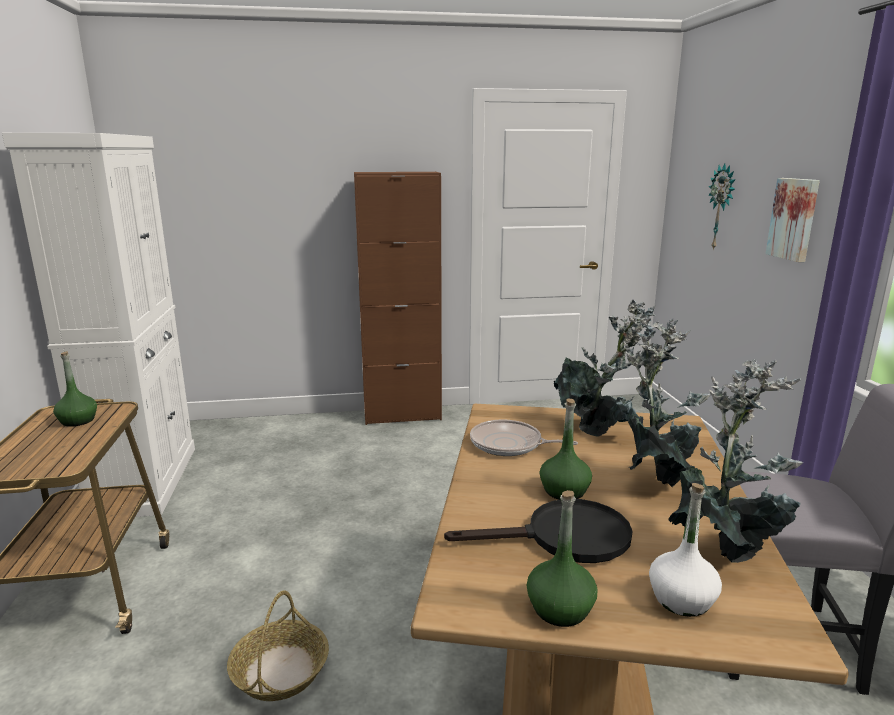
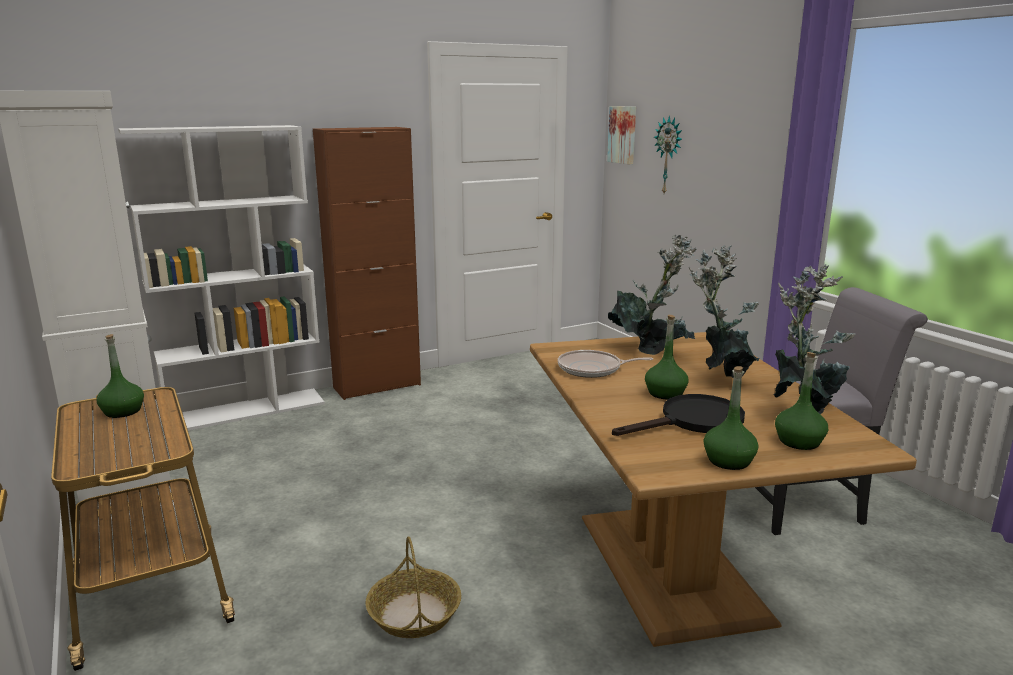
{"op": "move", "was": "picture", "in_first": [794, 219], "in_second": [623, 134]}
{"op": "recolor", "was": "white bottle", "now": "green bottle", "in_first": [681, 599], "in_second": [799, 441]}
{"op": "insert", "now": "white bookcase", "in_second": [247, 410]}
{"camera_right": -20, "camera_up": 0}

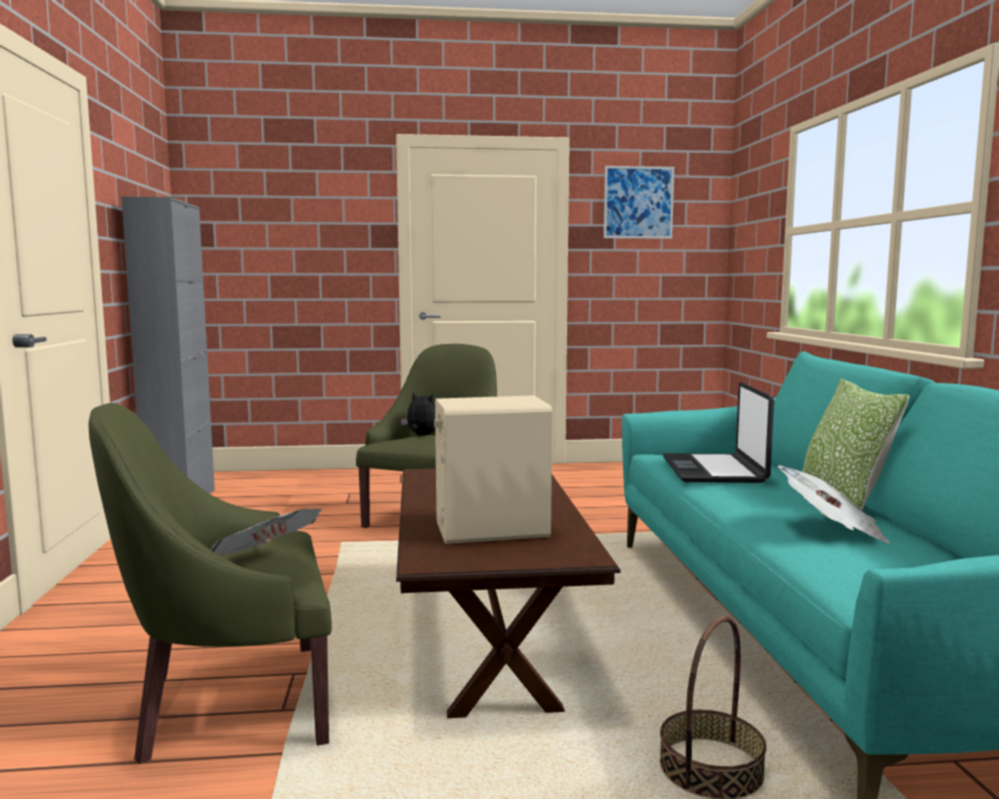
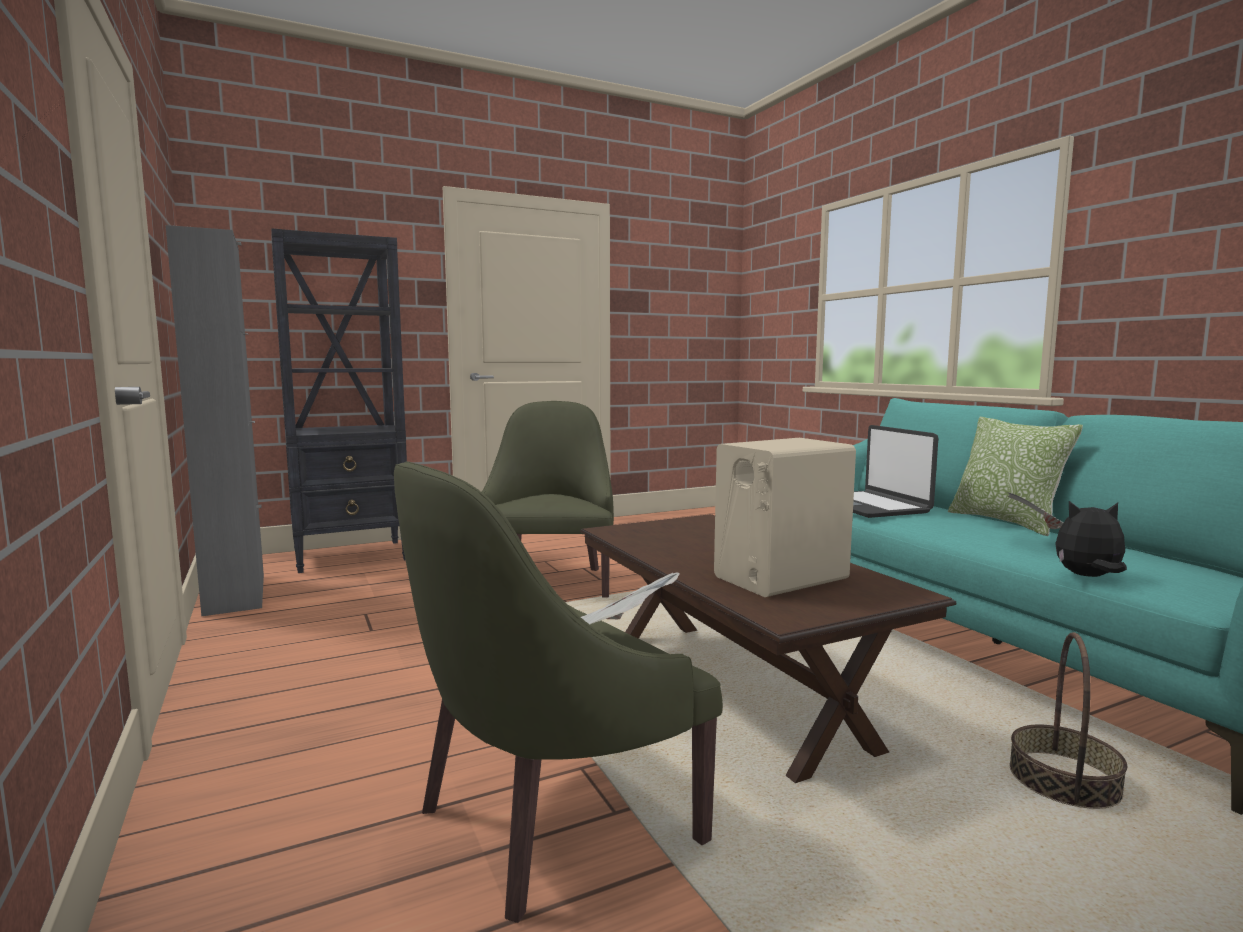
{"op": "delete", "was": "picture", "in_first": [638, 202]}
{"op": "move", "was": "plush toy", "in_first": [421, 435], "in_second": [1088, 577]}
{"op": "insert", "now": "black bookcase", "in_second": [352, 556]}
{"camera_right": -20, "camera_up": 0}

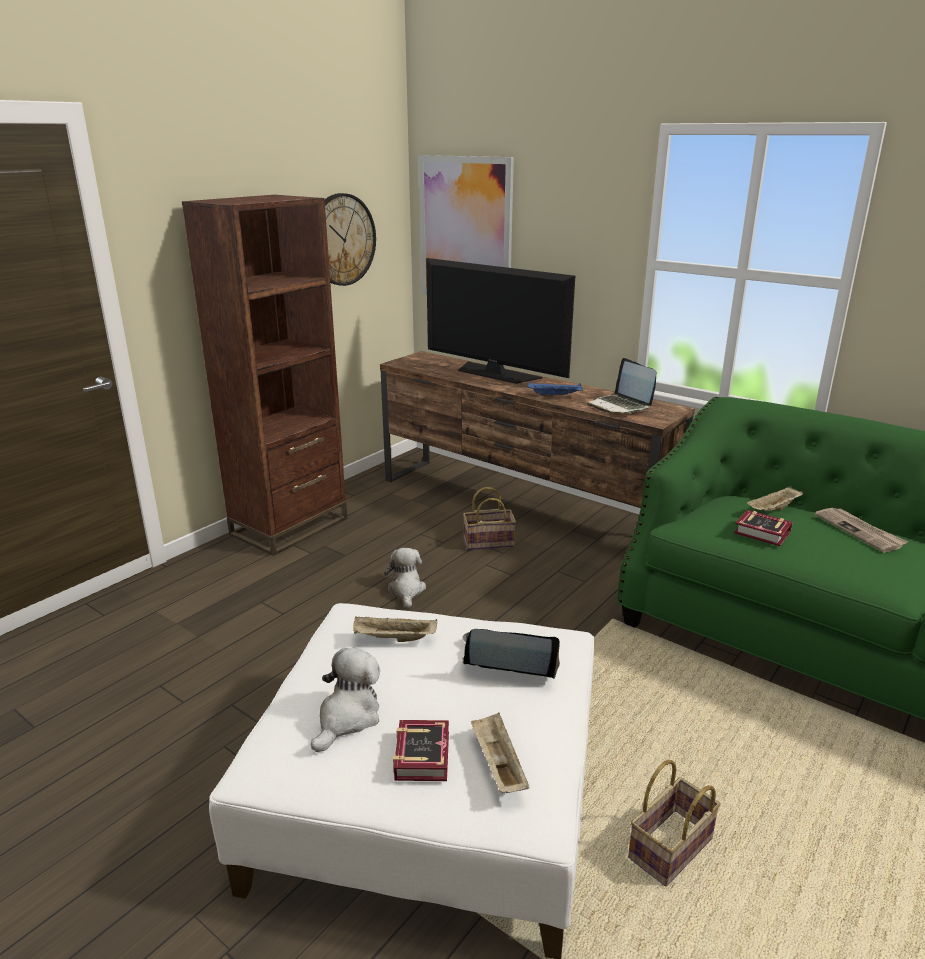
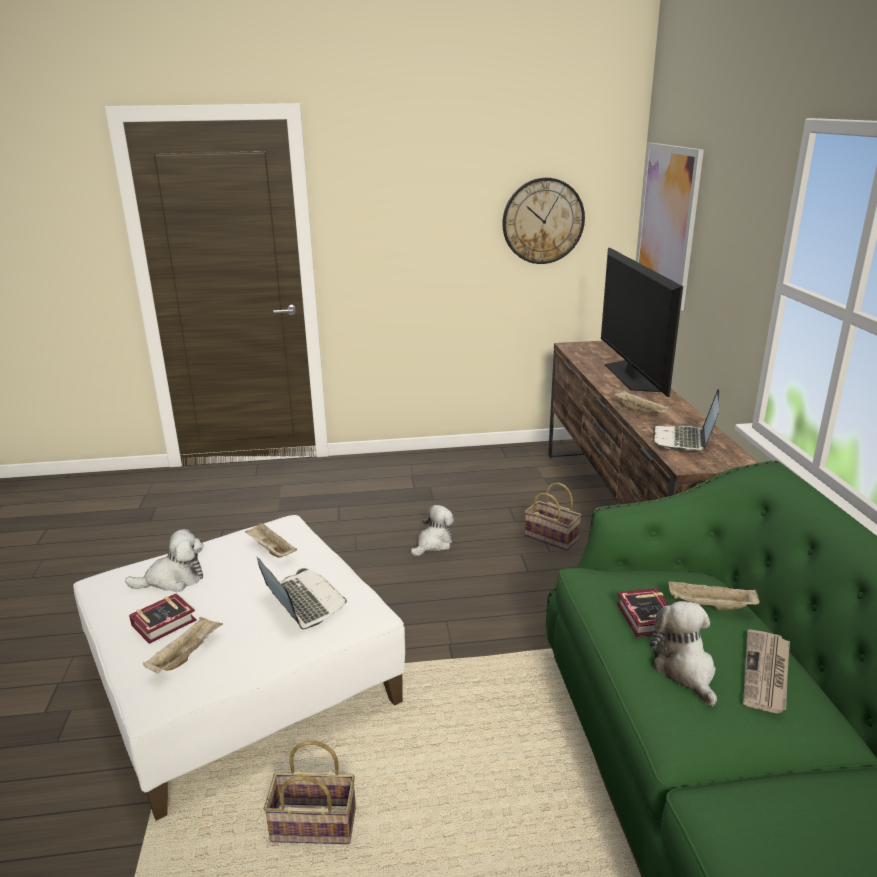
{"op": "delete", "was": "brown bookcase", "in_first": [290, 526]}
{"op": "recolor", "was": "blue tray", "now": "beige tray", "in_first": [555, 396], "in_second": [641, 412]}
{"op": "insert", "now": "plush toy", "in_second": [685, 669]}
{"camera_right": 45, "camera_up": 0}

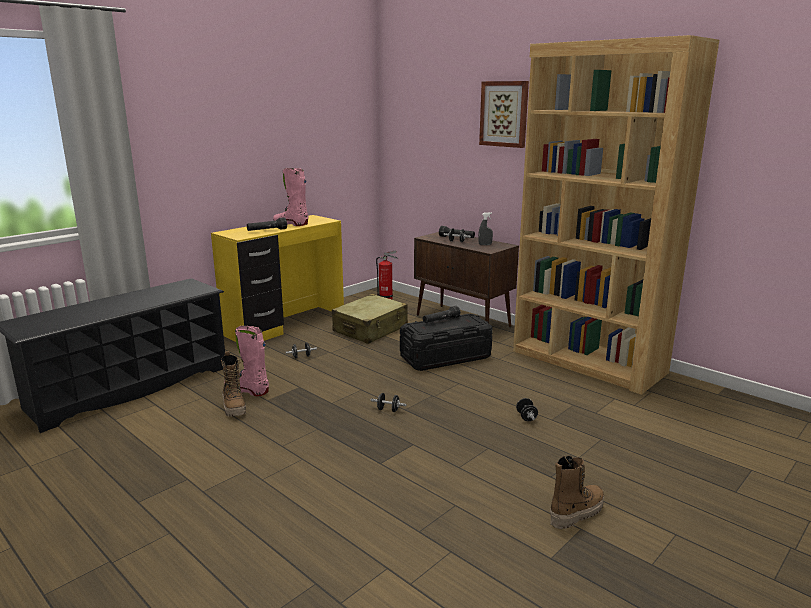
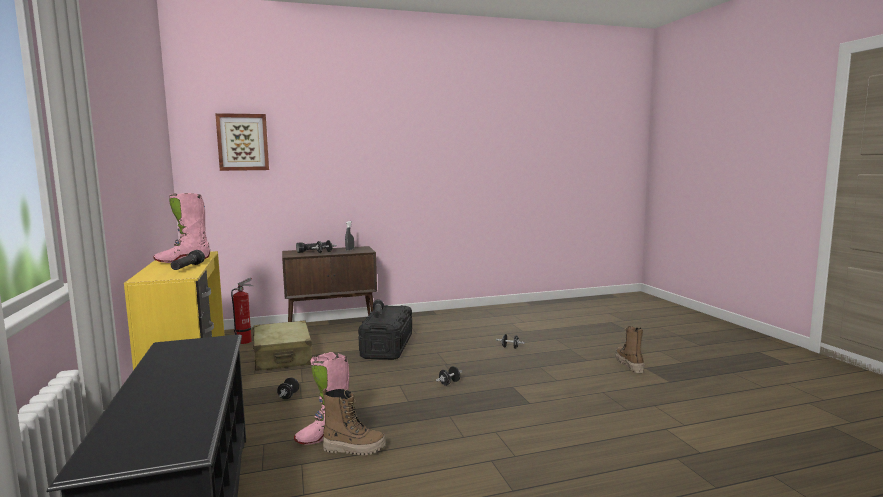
{"op": "delete", "was": "brown bookcase", "in_first": [587, 362]}
{"op": "move", "was": "picture", "in_first": [504, 114], "in_second": [243, 142]}
{"camera_right": -60, "camera_up": -10}

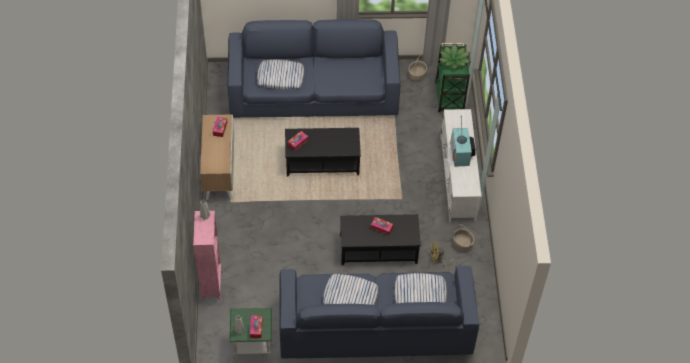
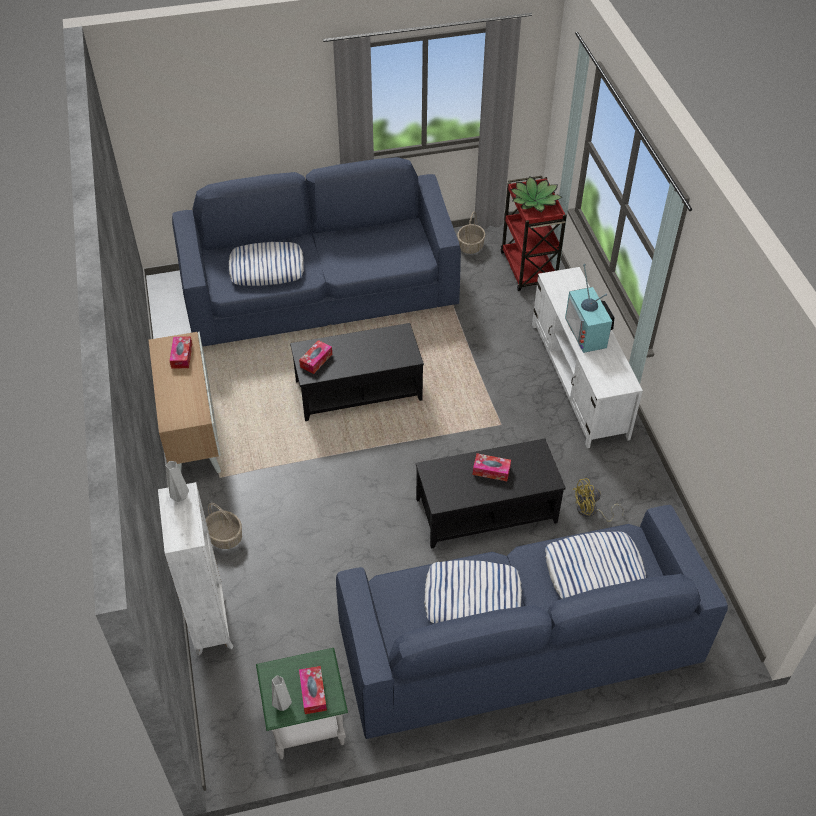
{"op": "recolor", "was": "green cart", "now": "red cart", "in_first": [449, 98], "in_second": [528, 270]}
{"op": "recolor", "was": "pink bookcase", "now": "white bookcase", "in_first": [212, 284], "in_second": [211, 624]}
{"op": "move", "was": "basket", "in_first": [462, 244], "in_second": [225, 537]}
{"camera_right": -10, "camera_up": -5}

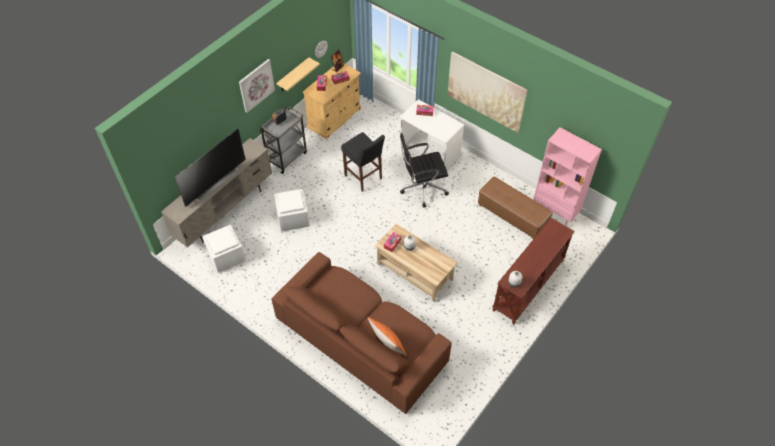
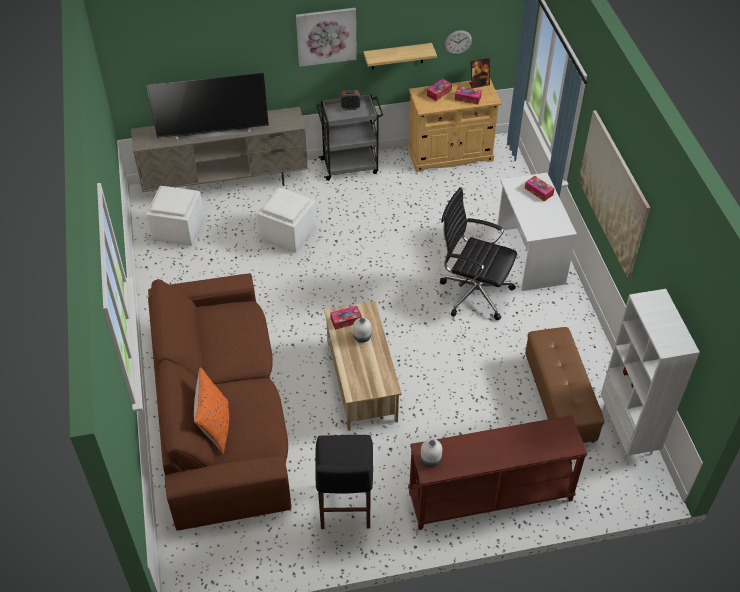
{"op": "recolor", "was": "pink bookcase", "now": "white bookcase", "in_first": [555, 211], "in_second": [627, 432]}
{"op": "move", "was": "black stool", "in_first": [364, 178], "in_second": [345, 509]}
{"camera_right": 40, "camera_up": -5}

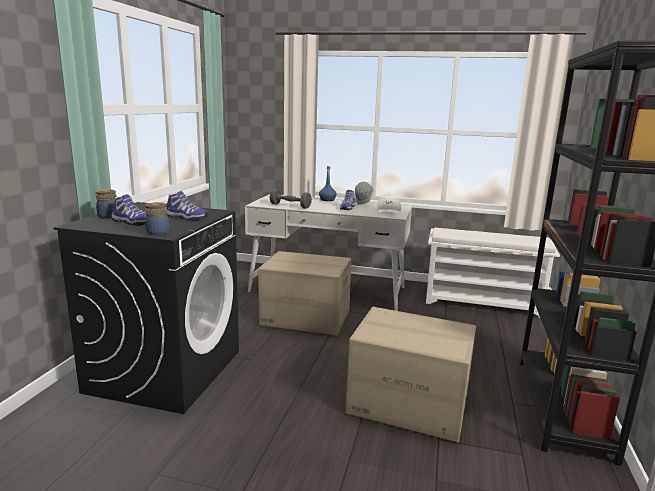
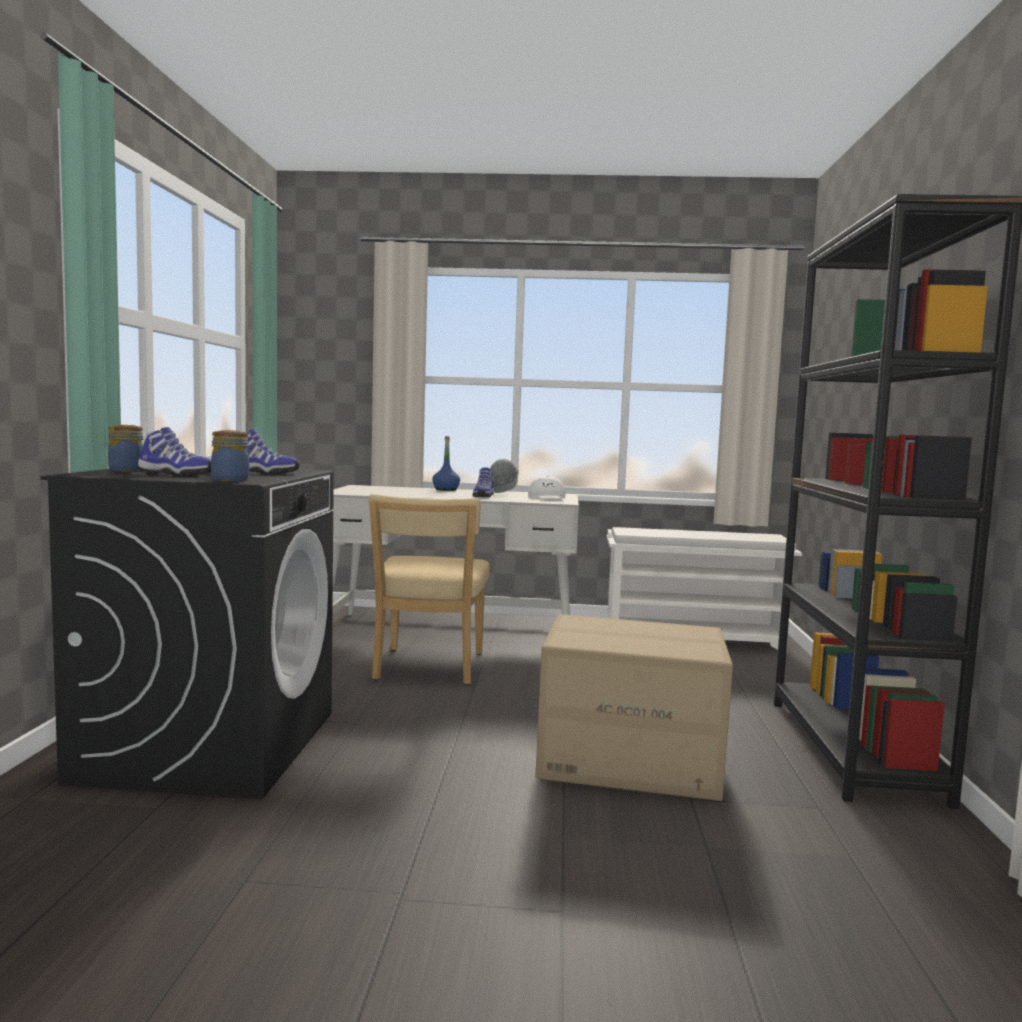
{"op": "delete", "was": "grey dumbbell", "in_first": [290, 206]}
{"op": "replace", "was": "cardboard box", "now": "beige chair", "in_first": [305, 318], "in_second": [427, 668]}
{"camera_right": -10, "camera_up": -10}

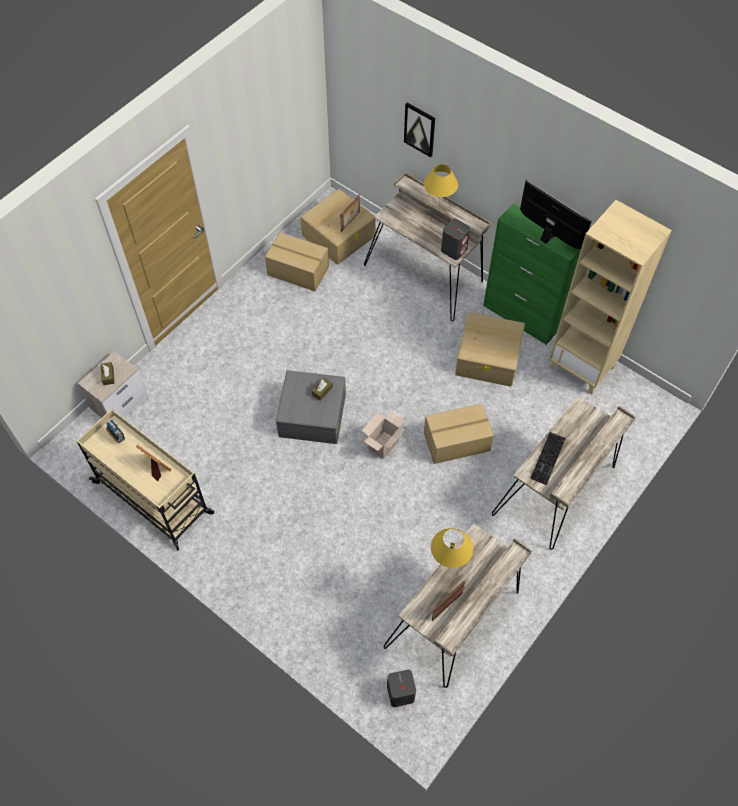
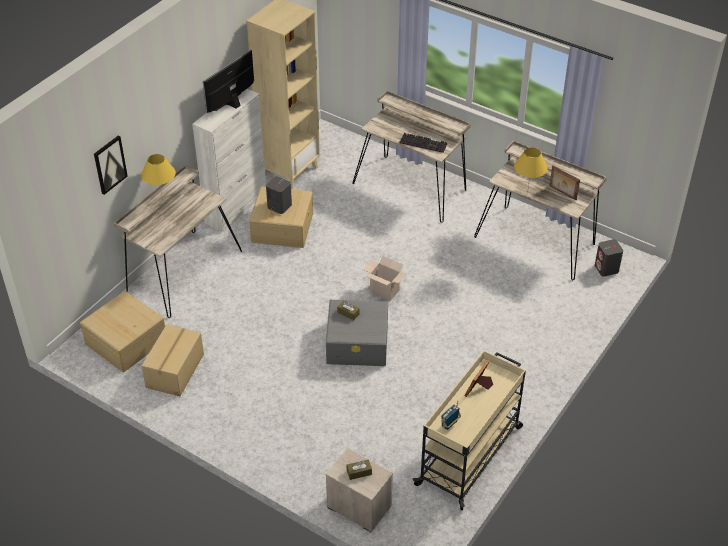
{"op": "delete", "was": "picture frame", "in_first": [350, 222]}
{"op": "recolor", "was": "green cabinet", "now": "white cabinet", "in_first": [521, 317], "in_second": [236, 207]}
{"op": "move", "was": "grey speaker", "in_first": [454, 249], "in_second": [279, 206]}
{"op": "delete", "was": "cardboard box", "in_first": [457, 442]}
{"camera_right": -95, "camera_up": -15}

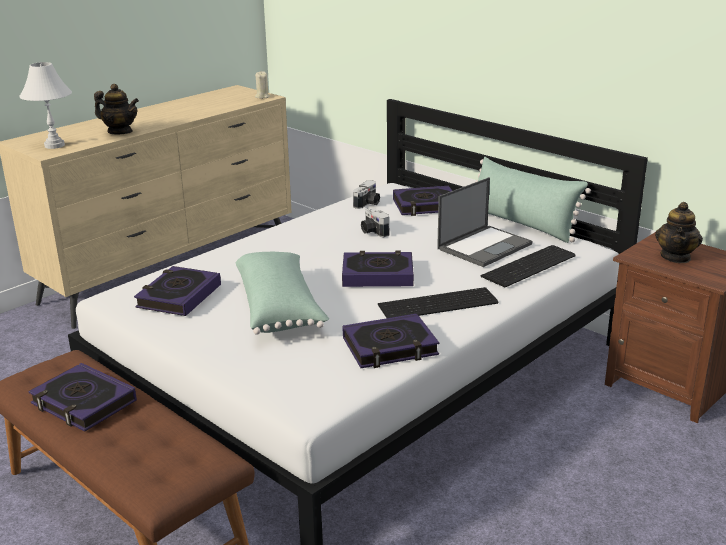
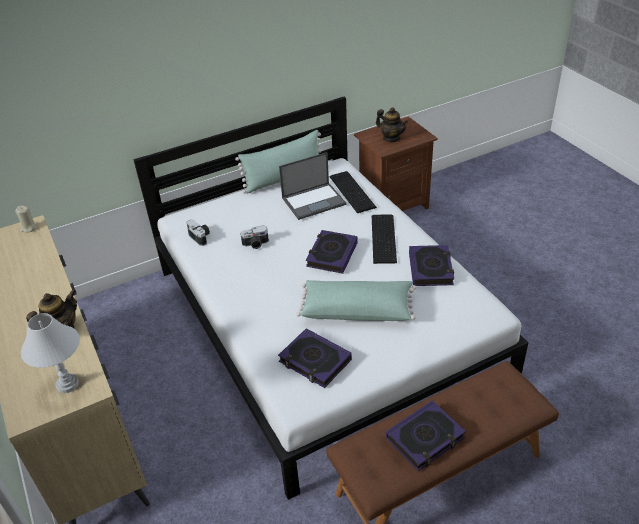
{"op": "rotate", "was": "laptop", "in_first": [485, 246], "in_second": [314, 201], "clockwise": 90}
{"op": "delete", "was": "book", "in_first": [425, 206]}
{"camera_right": -70, "camera_up": 15}

